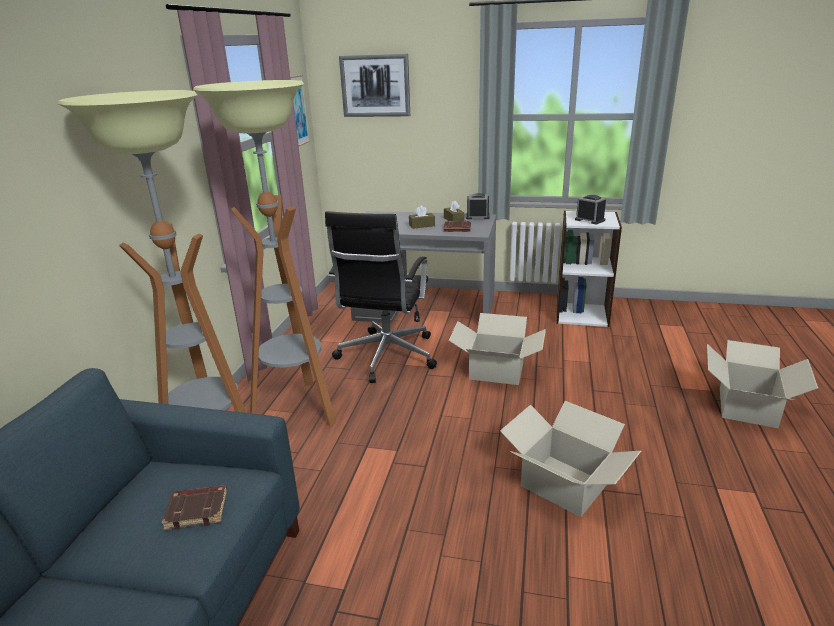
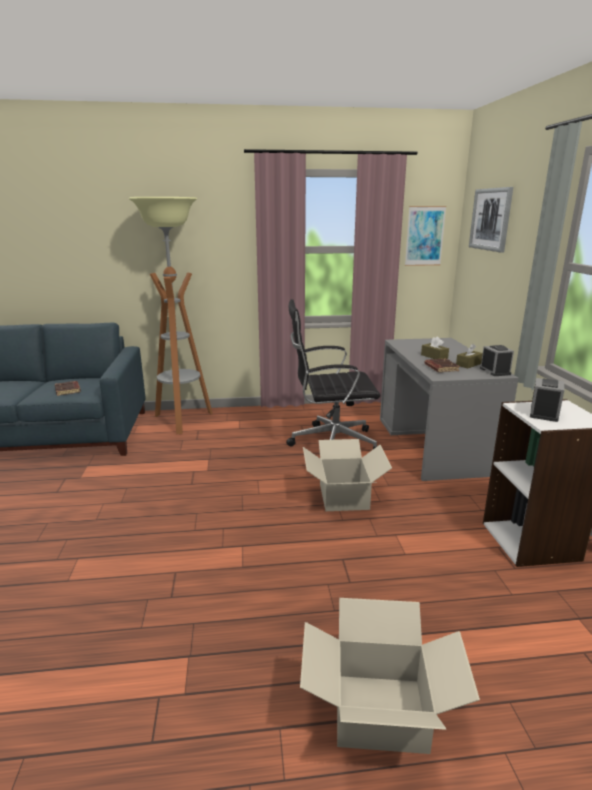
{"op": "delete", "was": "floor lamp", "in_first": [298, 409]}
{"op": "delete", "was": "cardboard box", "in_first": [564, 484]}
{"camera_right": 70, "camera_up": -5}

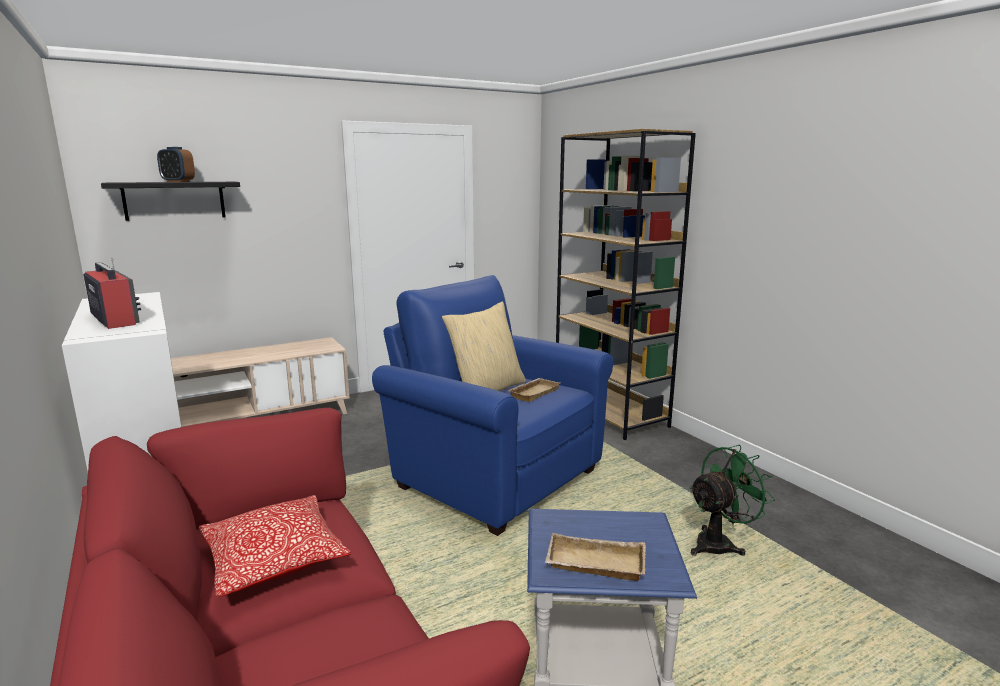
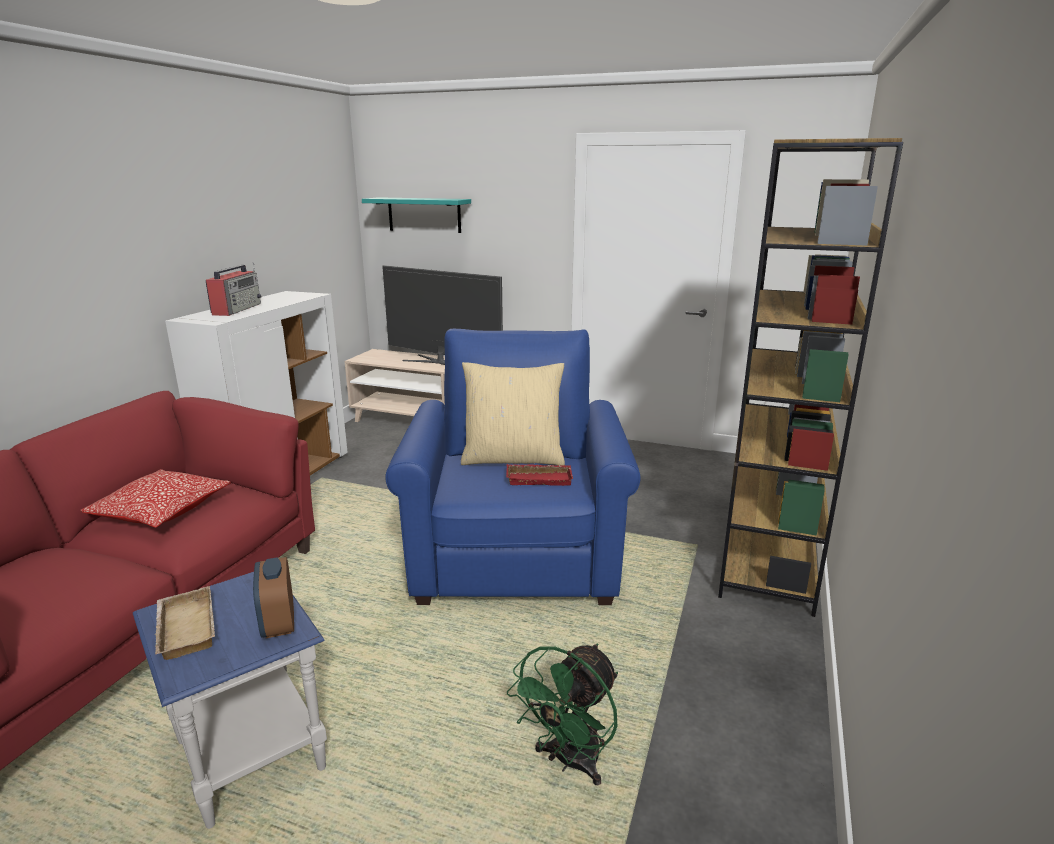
{"op": "move", "was": "alarm clock", "in_first": [178, 182], "in_second": [278, 624]}
{"op": "recolor", "was": "black shelf", "now": "turquoise shelf", "in_first": [174, 200], "in_second": [424, 215]}
{"op": "recolor", "was": "beige tray", "now": "red tray", "in_first": [533, 392], "in_second": [540, 478]}
{"op": "rotate", "was": "green fan", "in_first": [720, 543], "in_second": [570, 762], "clockwise": 105}
{"op": "insert", "now": "television", "in_second": [442, 363]}
{"camera_right": 50, "camera_up": 5}

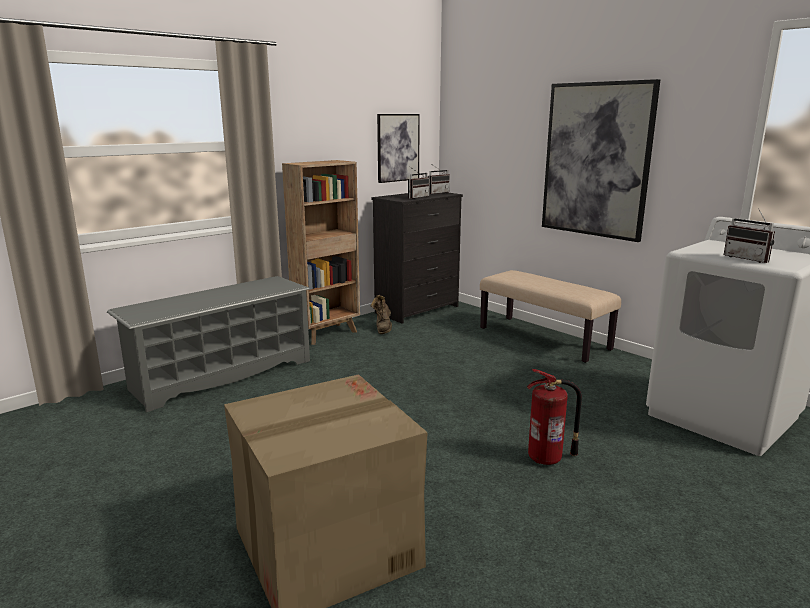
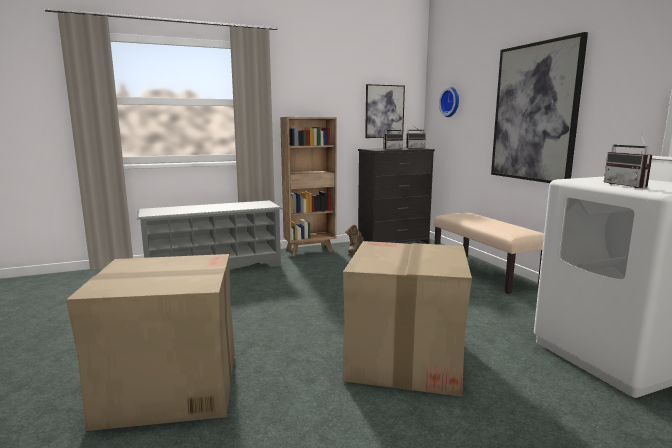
{"op": "replace", "was": "fire extinguisher", "now": "cardboard box", "in_first": [547, 458], "in_second": [404, 359]}
{"op": "insert", "now": "wall clock", "in_second": [451, 102]}
{"camera_right": 20, "camera_up": -5}

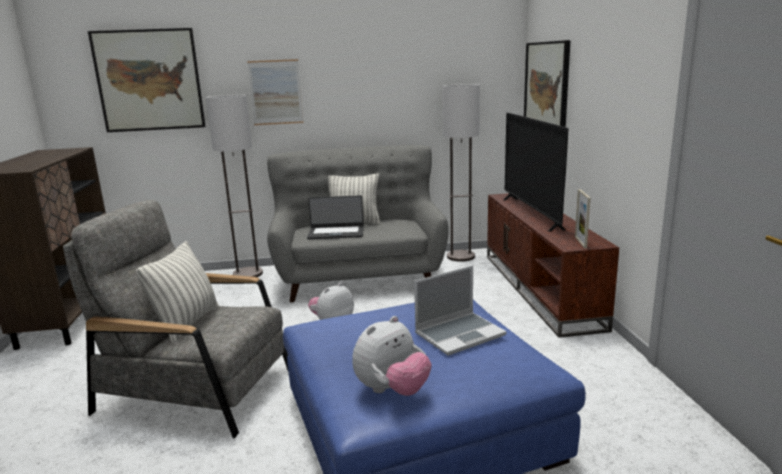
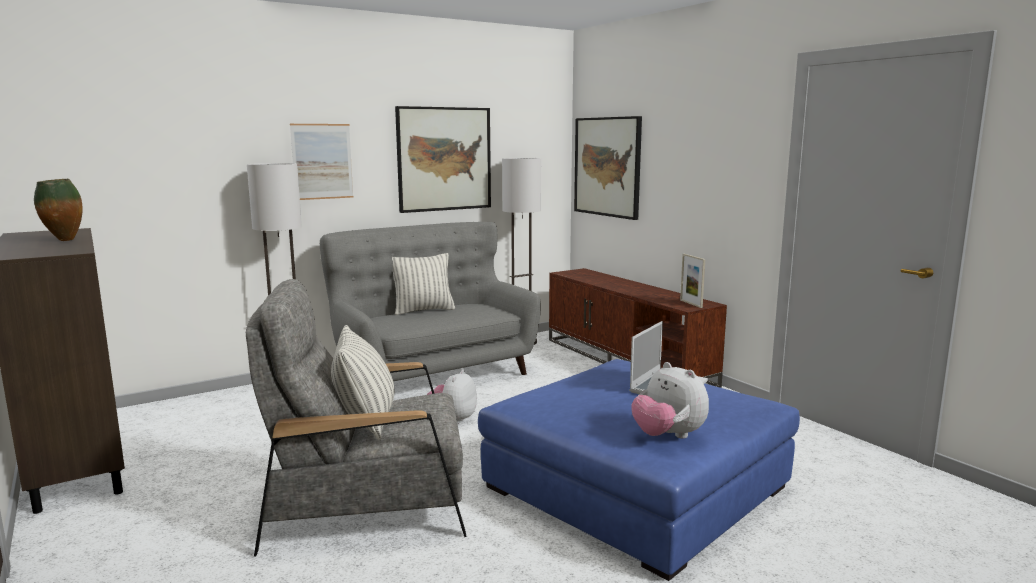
{"op": "move", "was": "picture", "in_first": [149, 80], "in_second": [444, 159]}
{"op": "delete", "was": "television", "in_first": [531, 213]}
{"op": "delete", "was": "laptop", "in_first": [336, 233]}
{"op": "rotate", "was": "plush toy", "in_first": [392, 391], "in_second": [668, 436], "clockwise": 120}
{"op": "insert", "now": "vase", "in_second": [64, 240]}
{"camera_right": -25, "camera_up": -5}

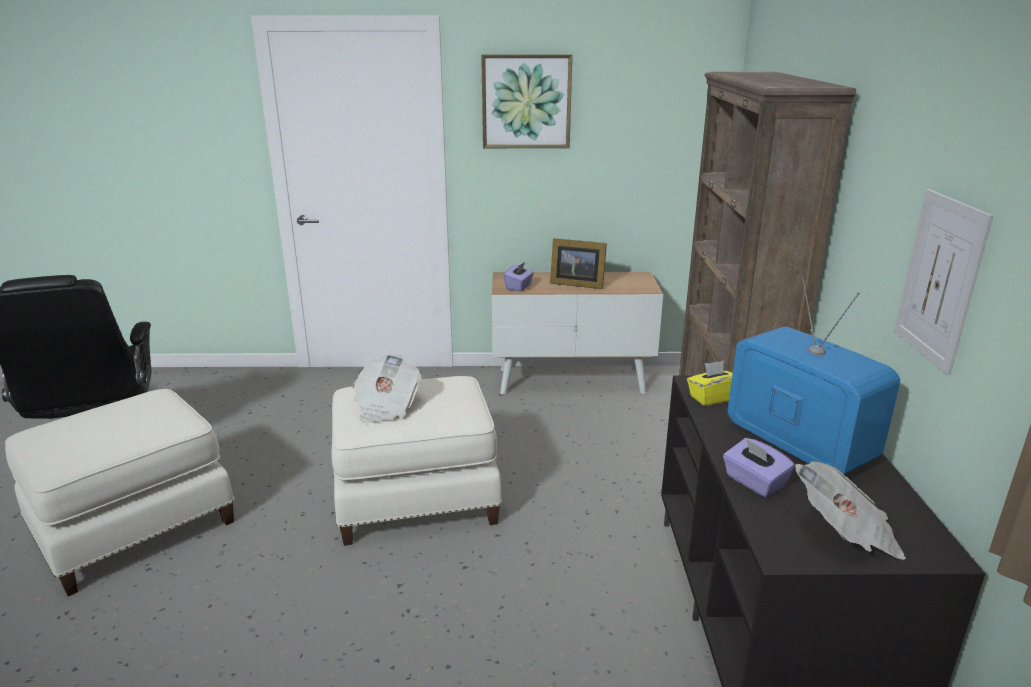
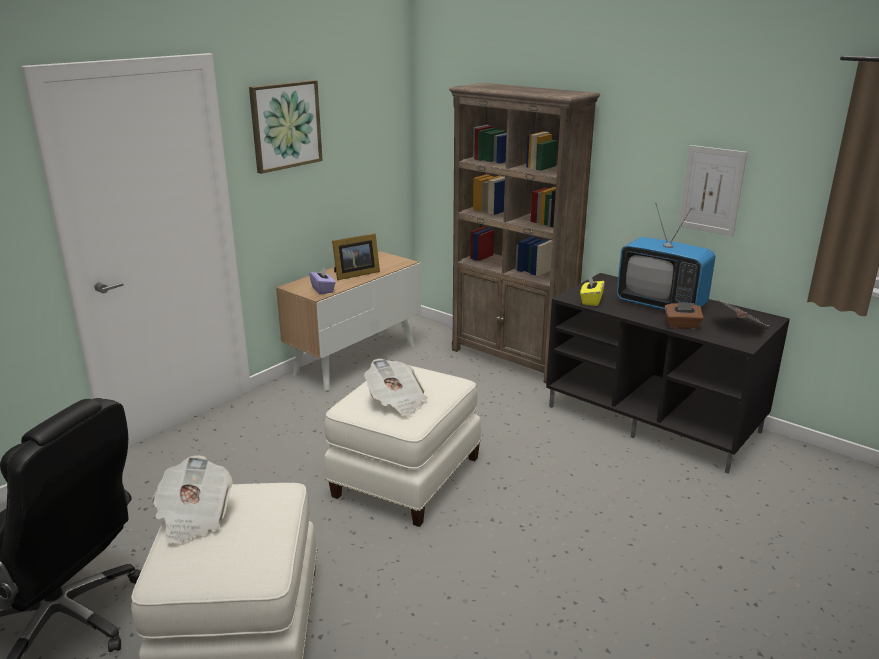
{"op": "rotate", "was": "television", "in_first": [797, 445], "in_second": [661, 304], "clockwise": -150}
{"op": "recolor", "was": "purple tissue box", "now": "brown tissue box", "in_first": [754, 482], "in_second": [682, 326]}
{"op": "insert", "now": "newspaper", "in_second": [194, 517]}
{"camera_right": -50, "camera_up": 0}

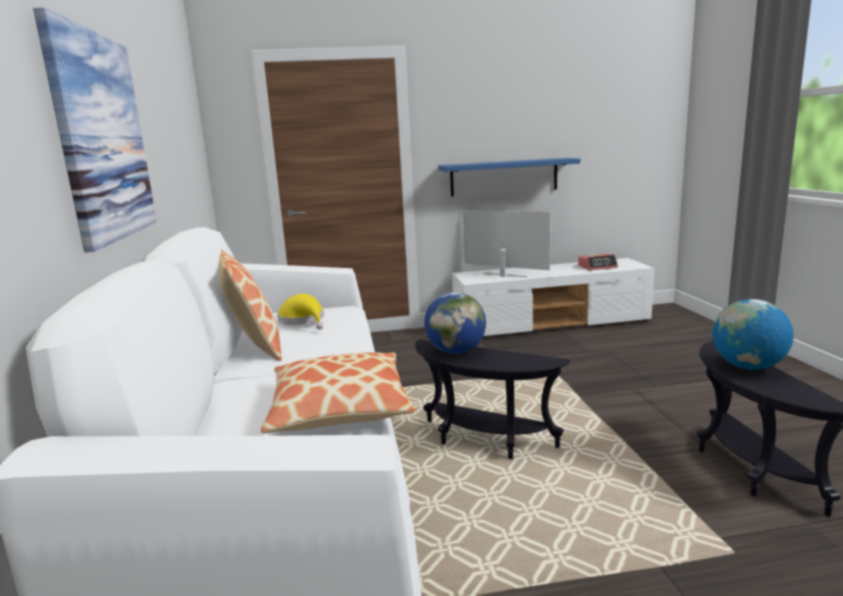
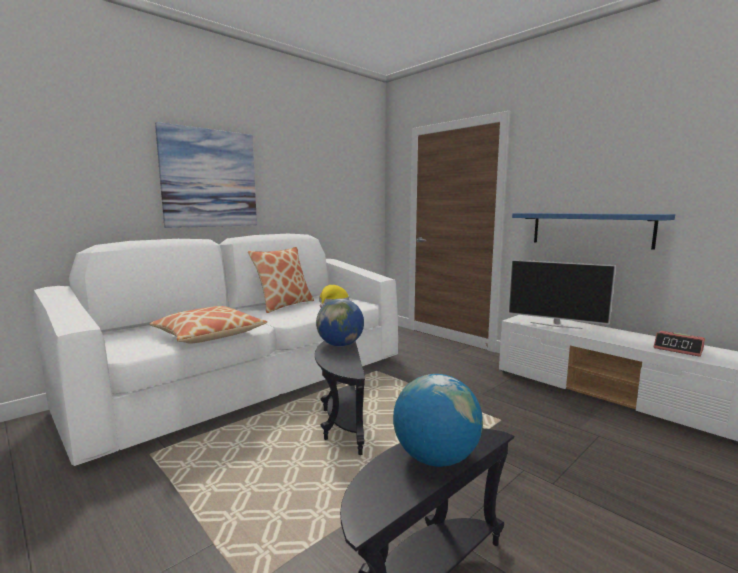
{"op": "rotate", "was": "television", "in_first": [504, 275], "in_second": [555, 325], "clockwise": 120}
{"camera_right": 55, "camera_up": -5}

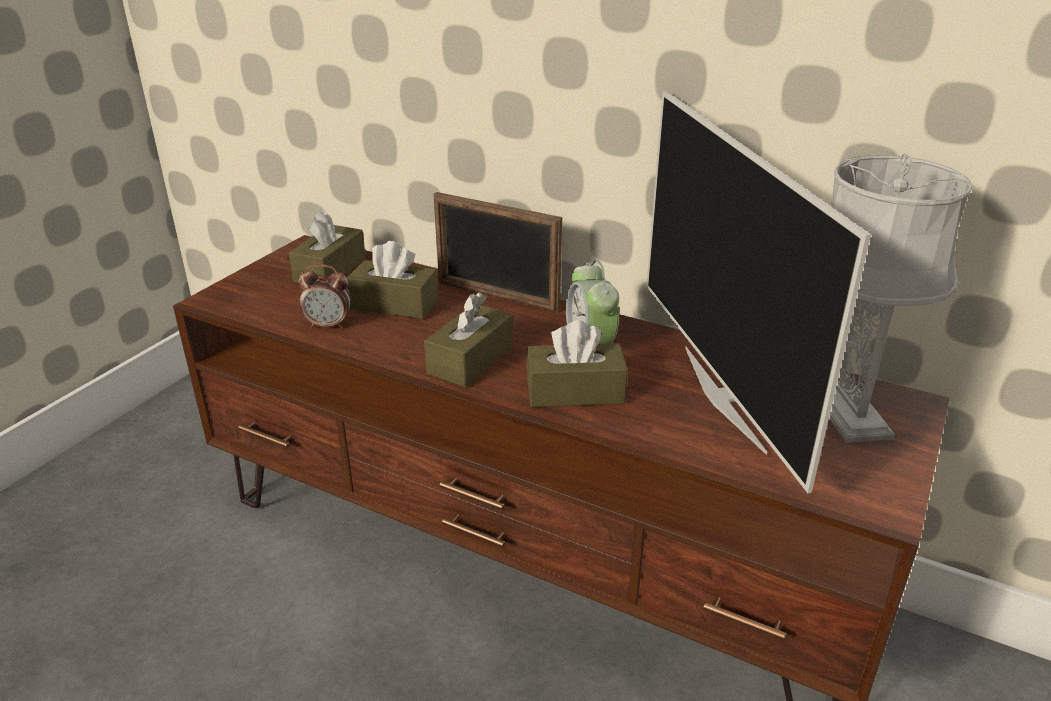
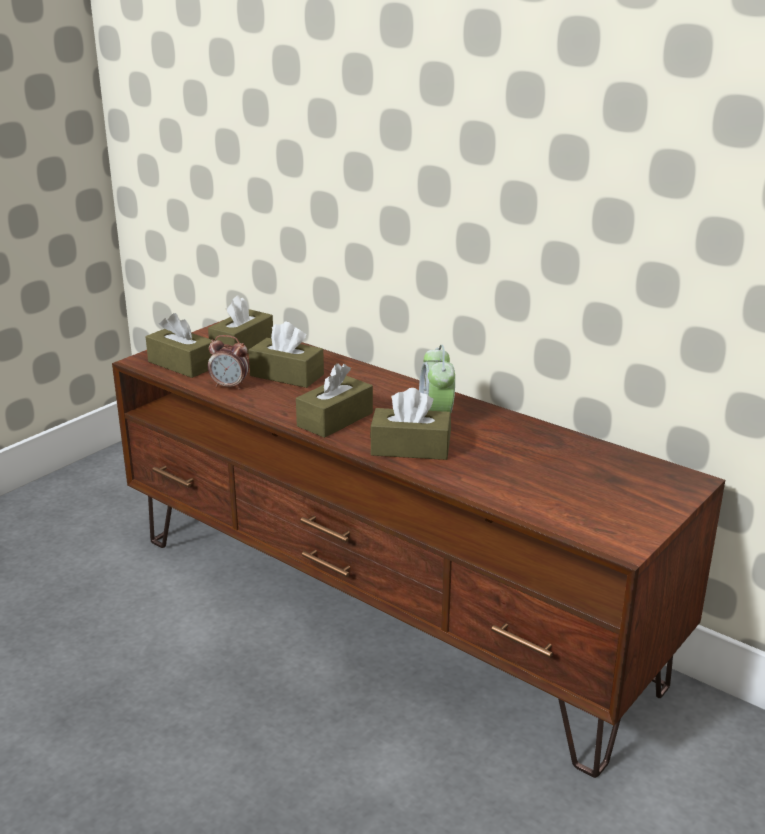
{"op": "delete", "was": "television", "in_first": [725, 396]}
{"op": "delete", "was": "grey table lamp", "in_first": [847, 409]}
{"op": "delete", "was": "picture frame", "in_first": [497, 296]}
{"op": "insert", "now": "brown tissue box", "in_second": [182, 364]}
{"camera_right": 10, "camera_up": -5}

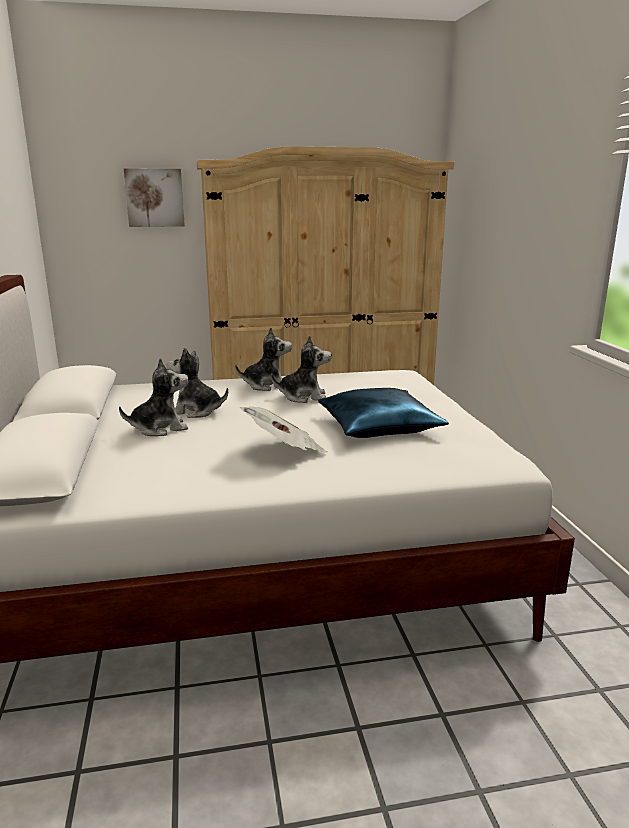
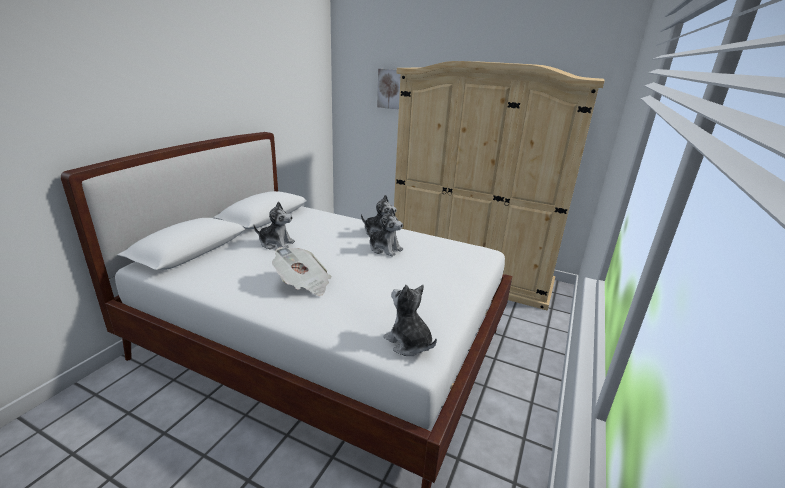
{"op": "move", "was": "plush toy", "in_first": [196, 411], "in_second": [408, 343]}
{"op": "delete", "was": "blue pillow", "in_first": [378, 426]}
{"camera_right": 35, "camera_up": 5}

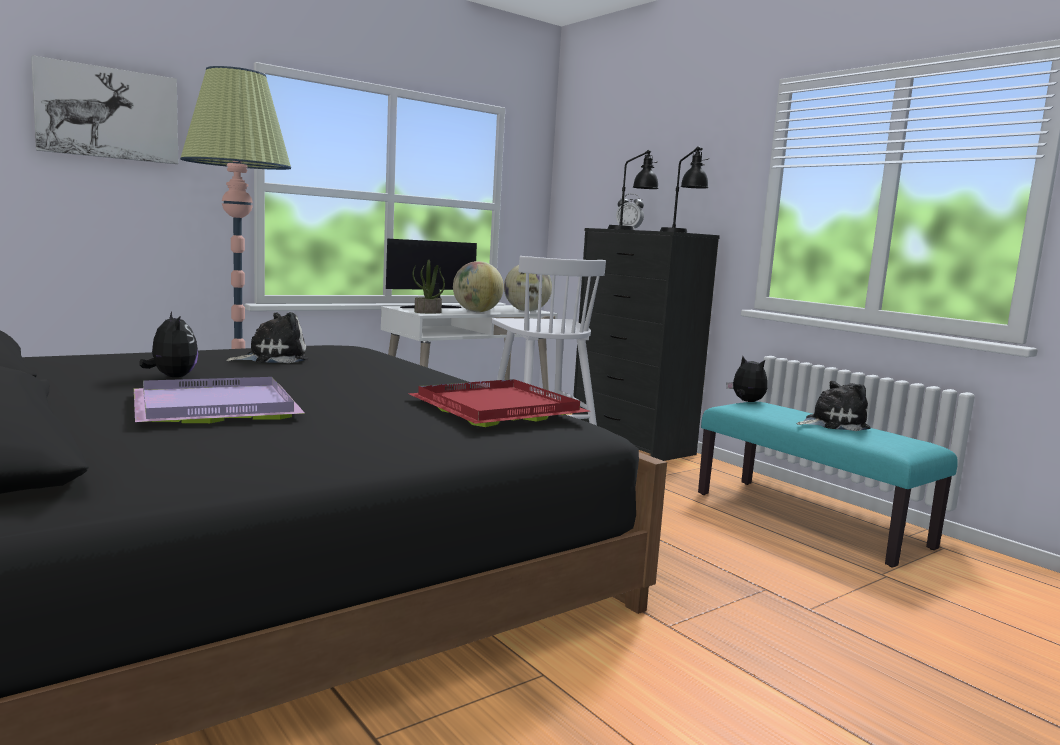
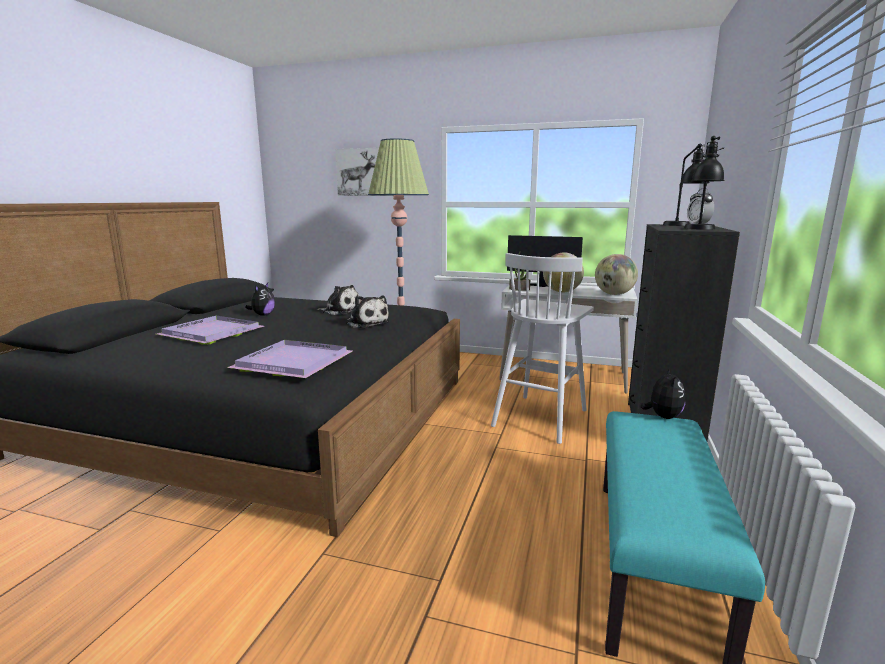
{"op": "recolor", "was": "red tray", "now": "purple tray", "in_first": [496, 409], "in_second": [291, 363]}
{"op": "move", "was": "plush toy", "in_first": [832, 424], "in_second": [366, 323]}
{"camera_right": 55, "camera_up": 5}

